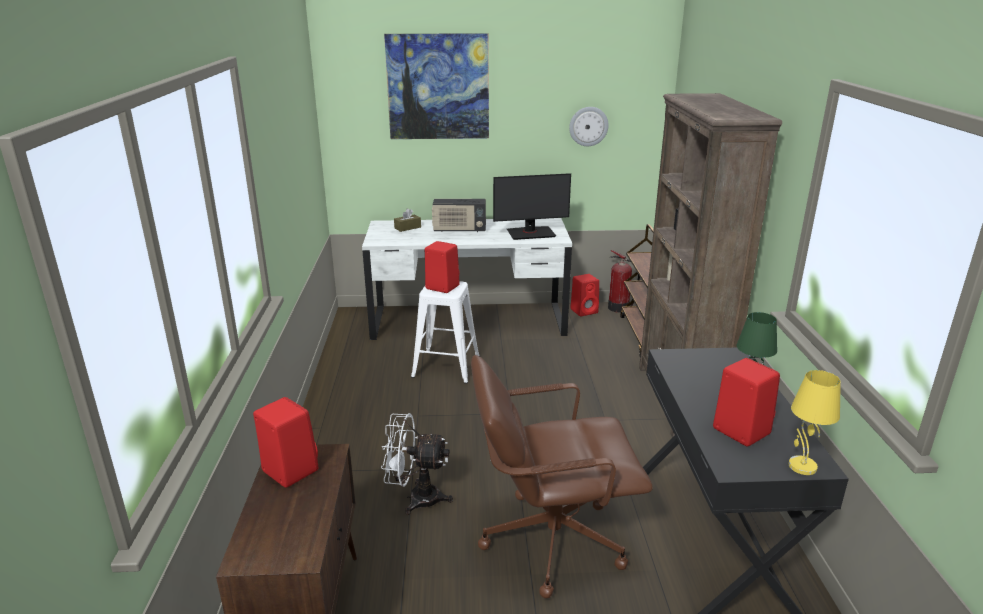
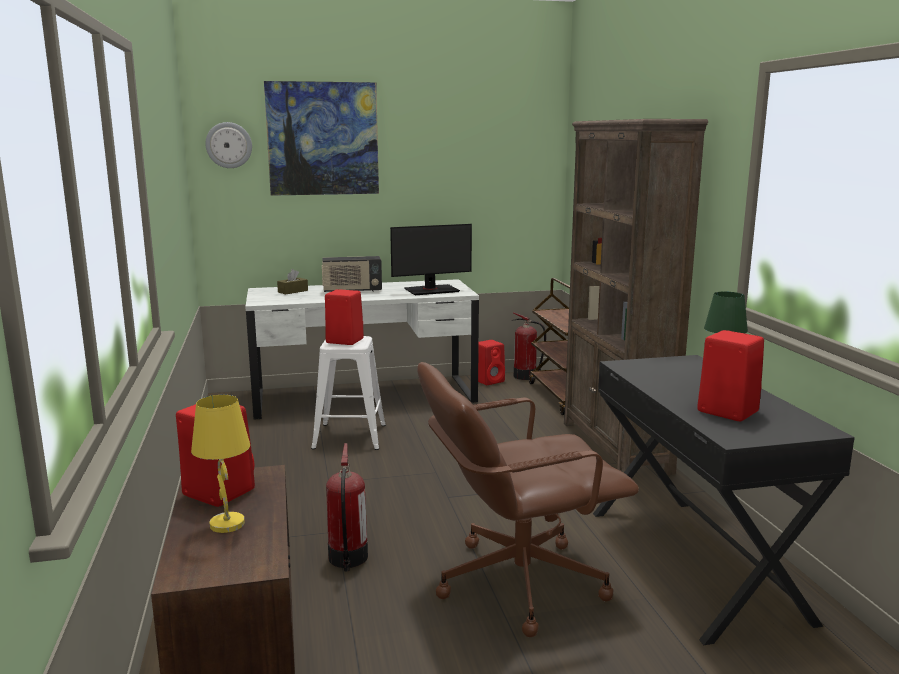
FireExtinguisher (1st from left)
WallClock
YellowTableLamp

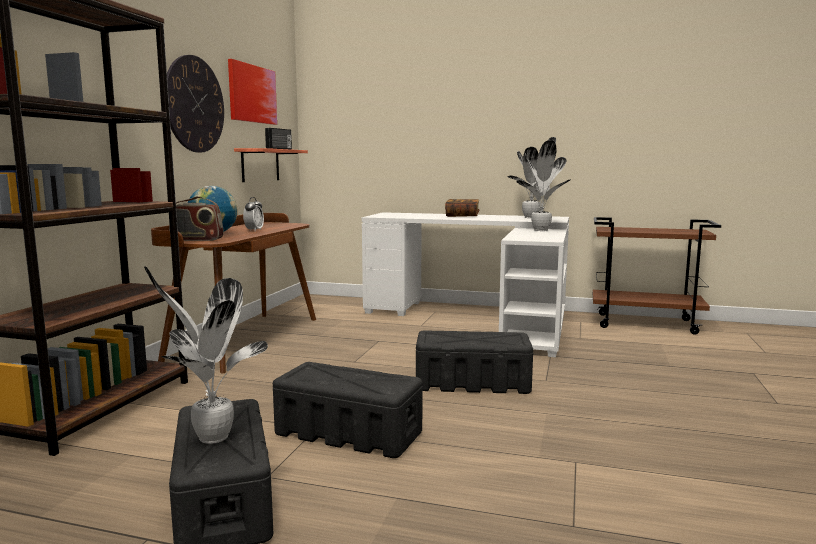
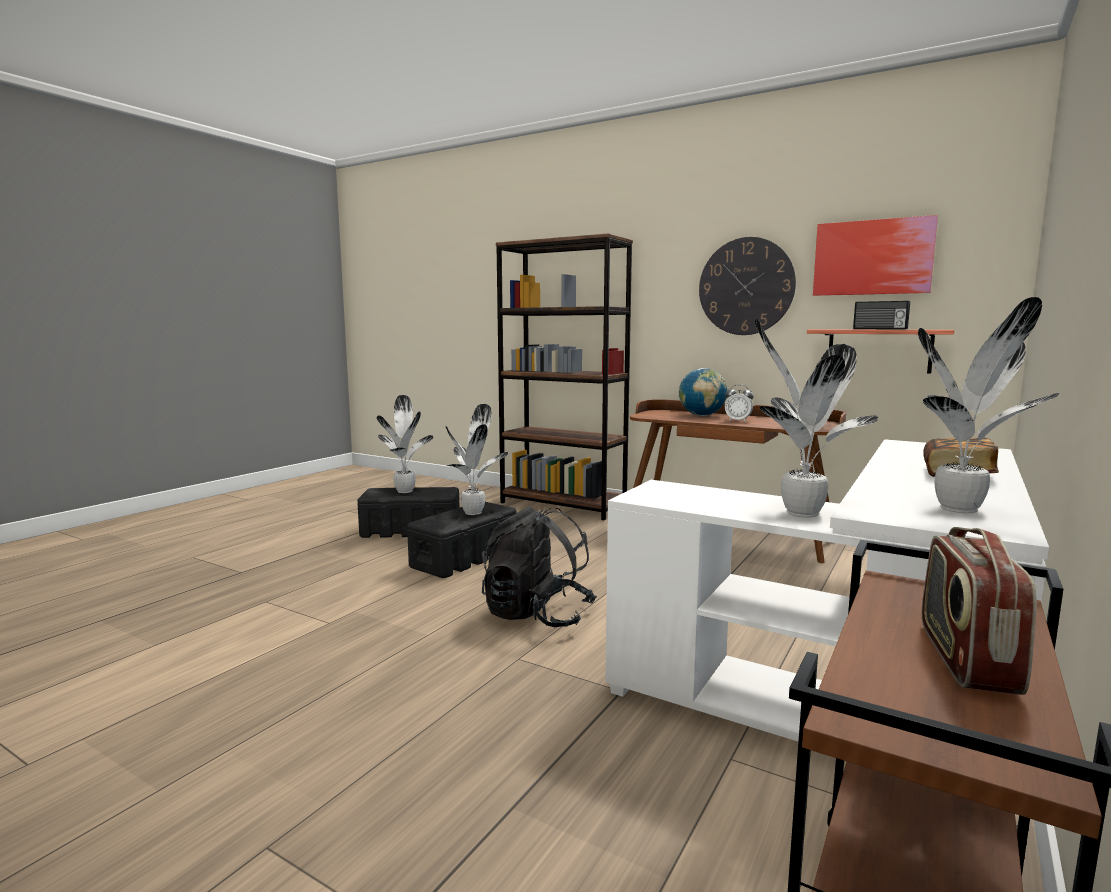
Radio (2nd from left)
BlackBackpack
PottedPlant (2nd from left)

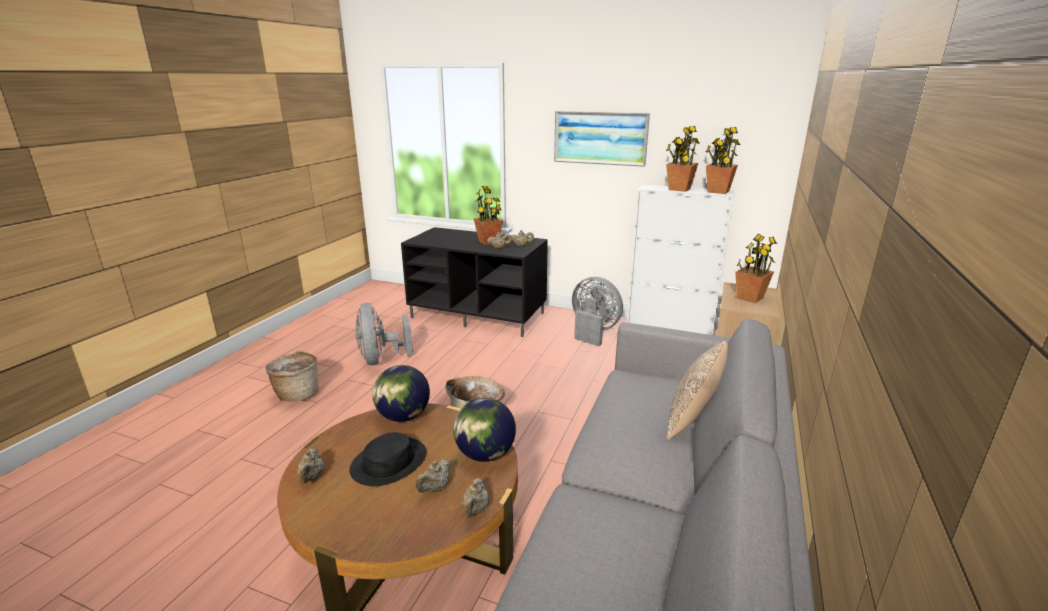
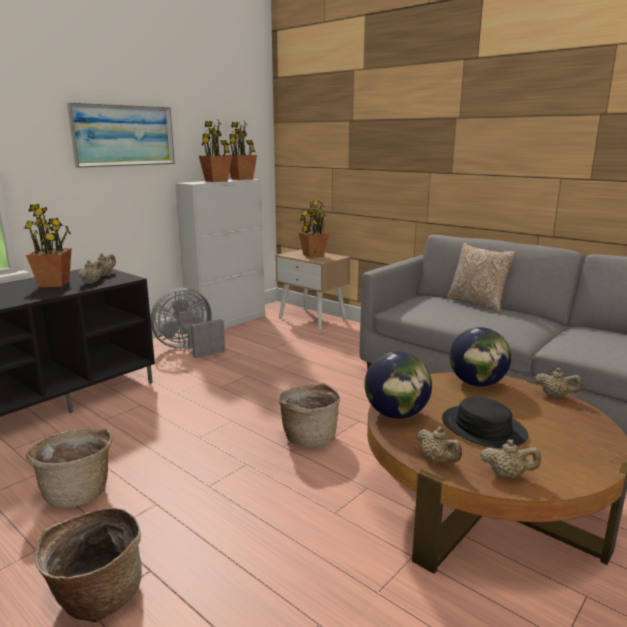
Basket (1st from left)
BeigeTeapot (3rd from left)

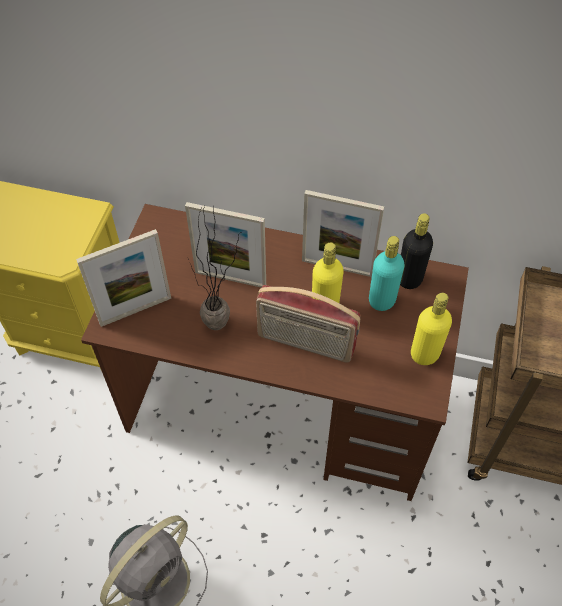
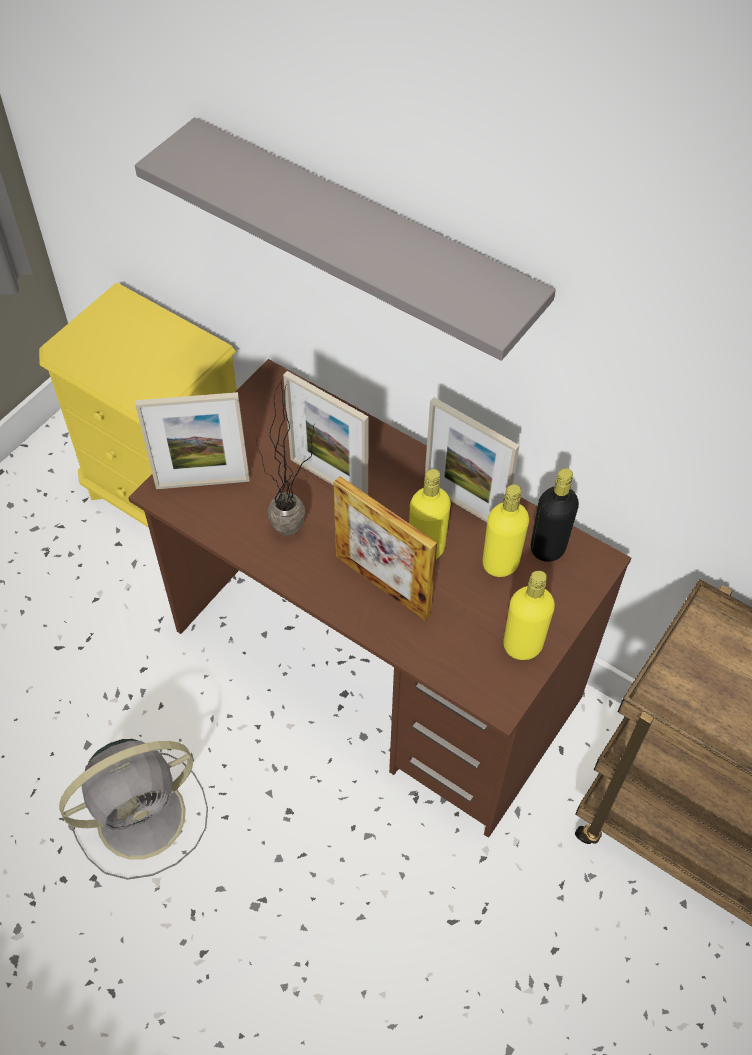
PictureFrame (3rd from left)
YellowBottle (2nd from left)
GreyShelf

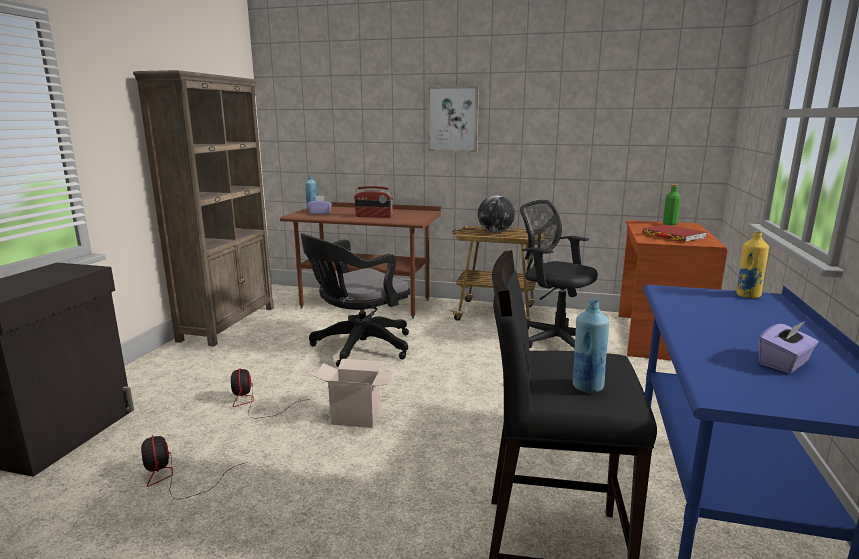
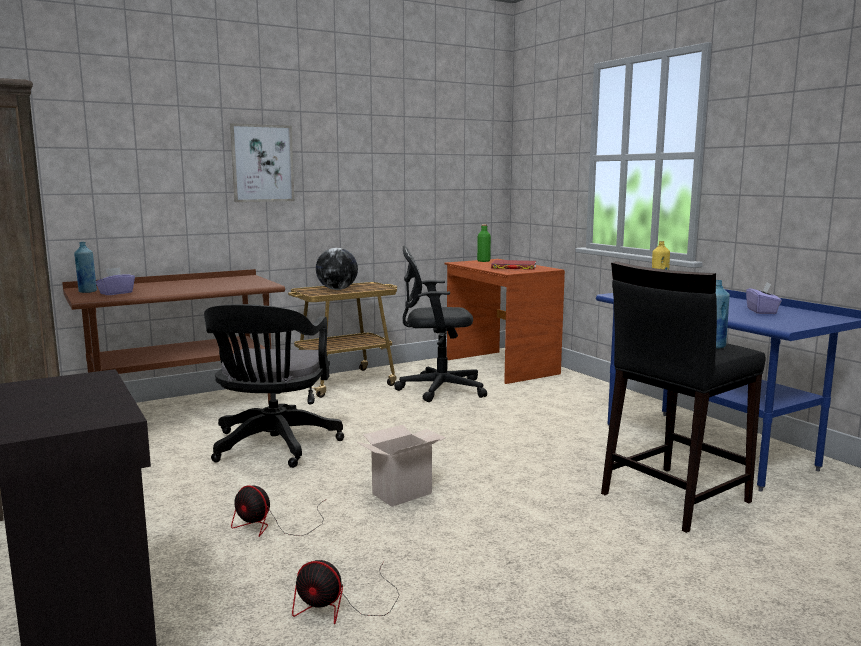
Radio

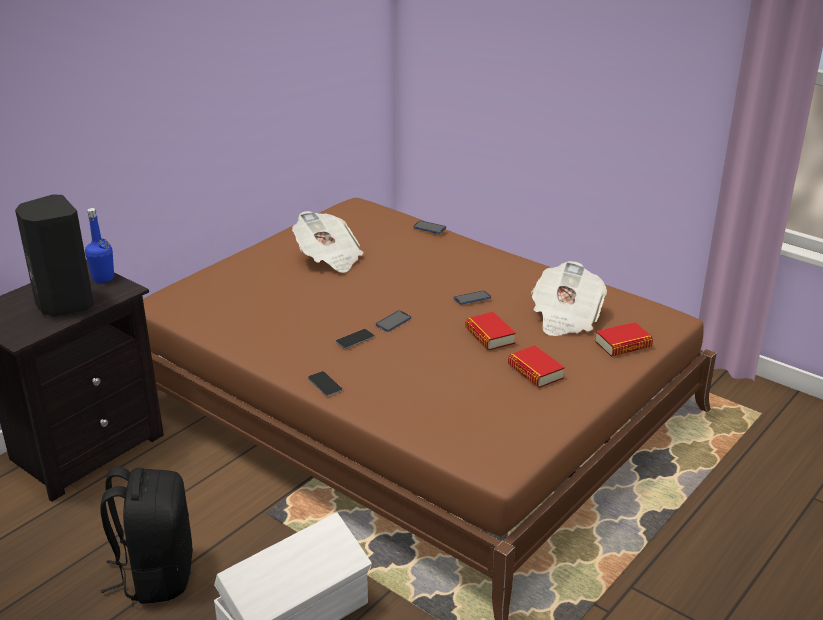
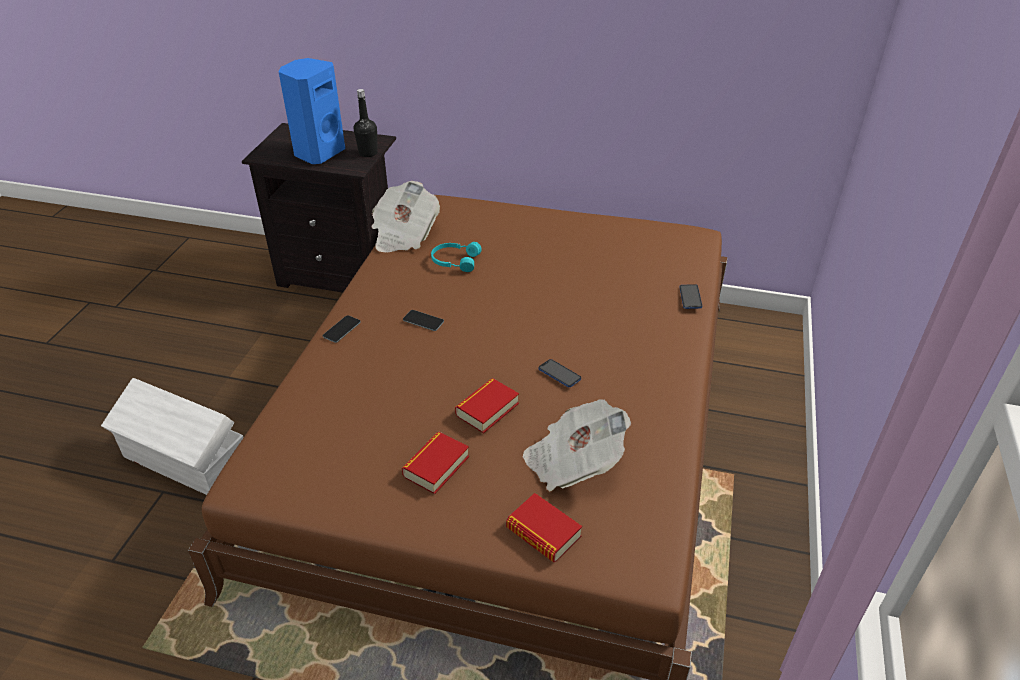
BlueSpeaker
BlackBottle
BlackBackpack
Newspaper (1st from left)
Phone (3rd from left in the first image)
TurquoiseHeadphones

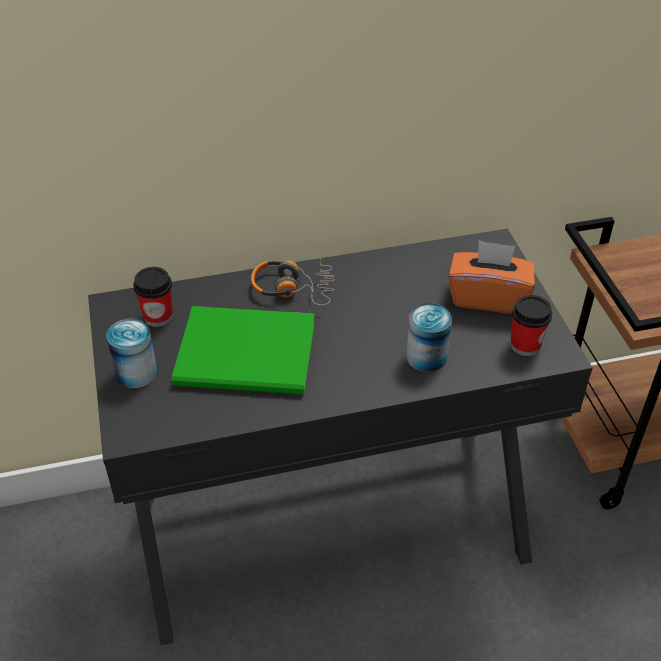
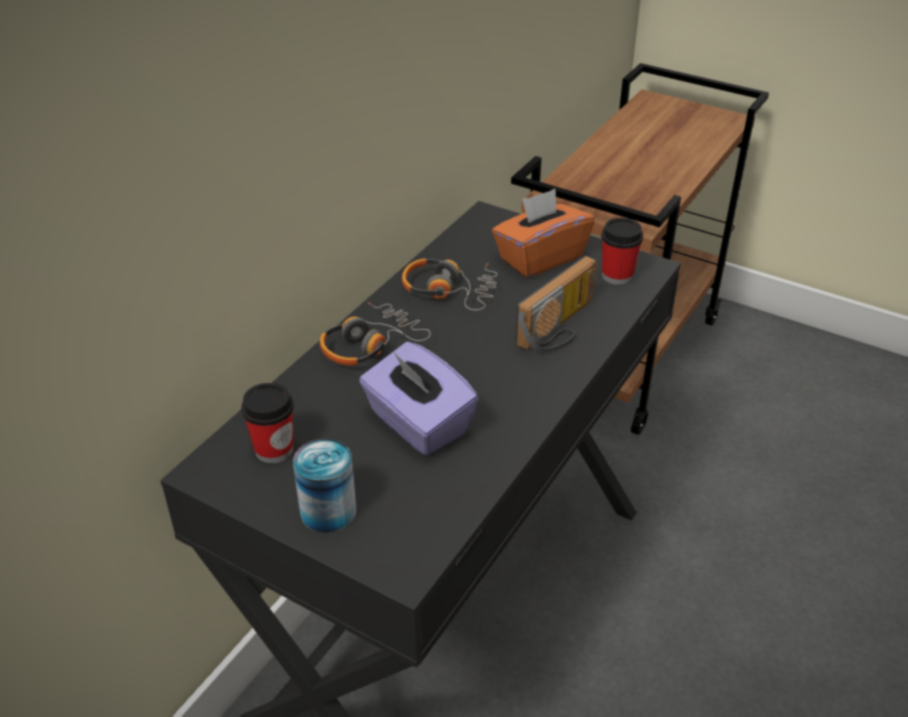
PurpleTissueBox
Radio
Headphones (2nd from left)

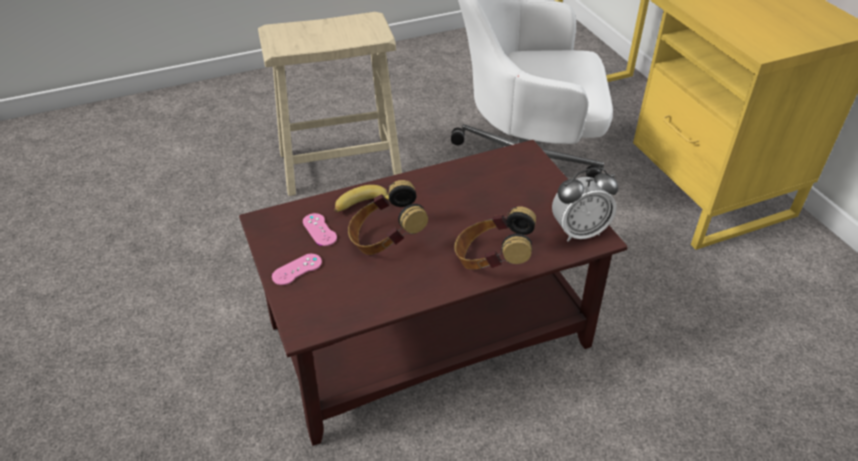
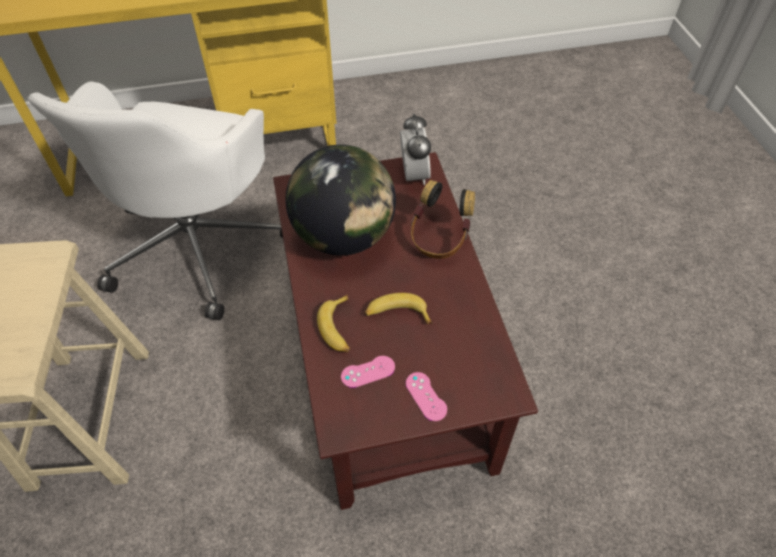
Banana (2nd from left)
Globe

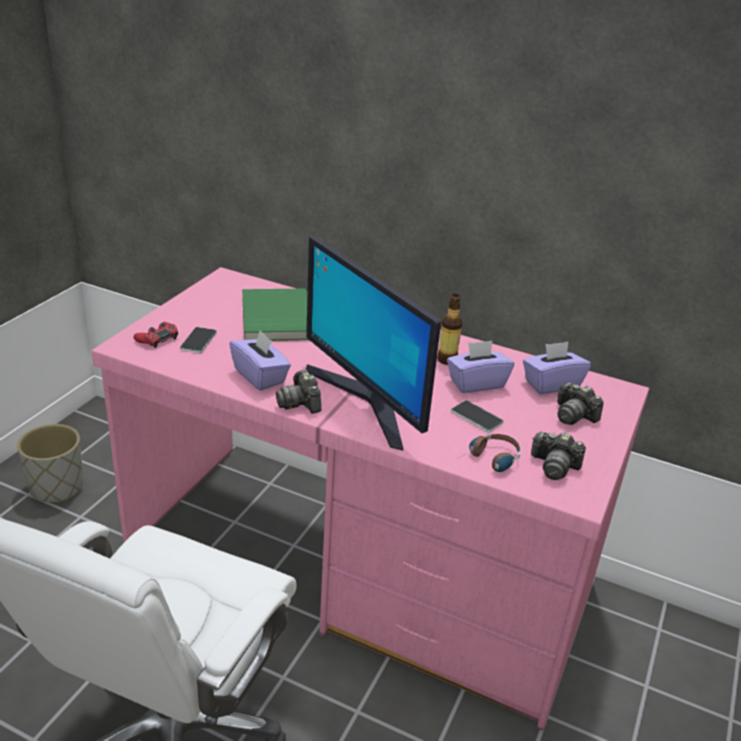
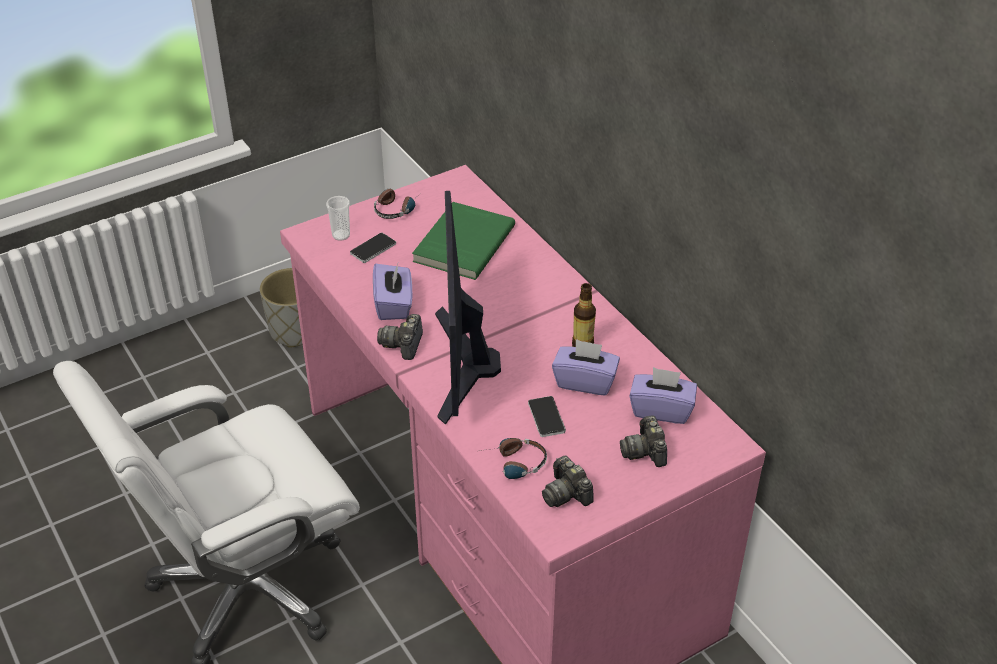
Cup
Headphones (1st from left)

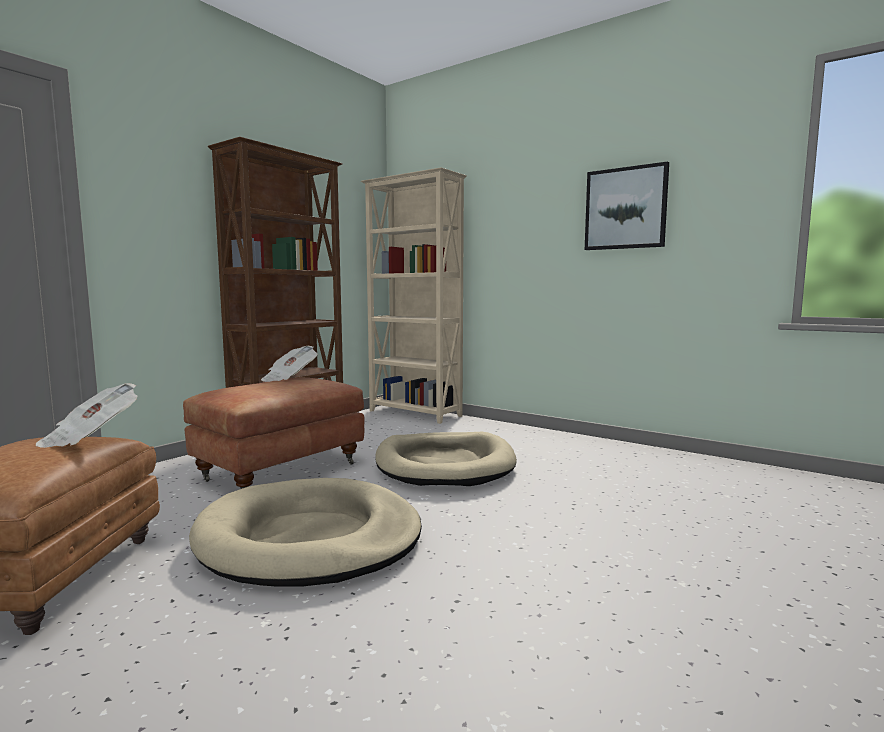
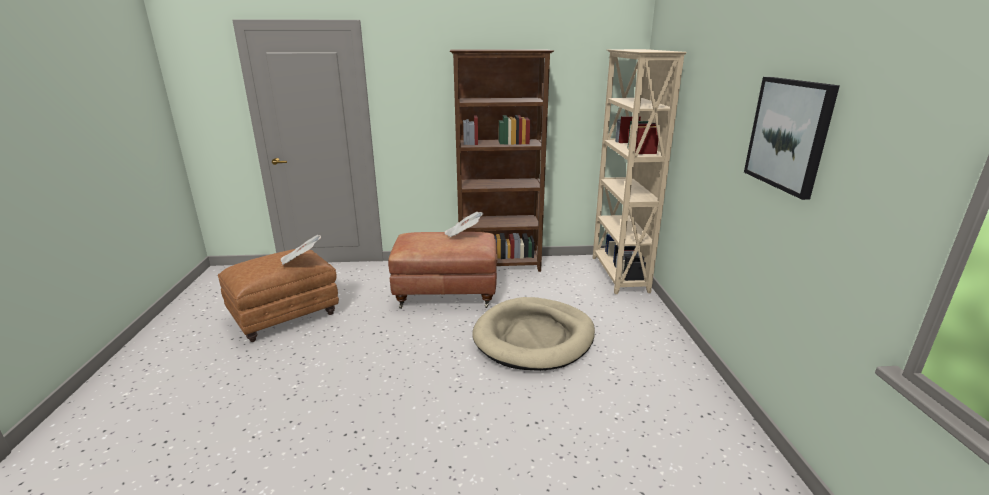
BeigeDogBed (1st from left in the first image)

